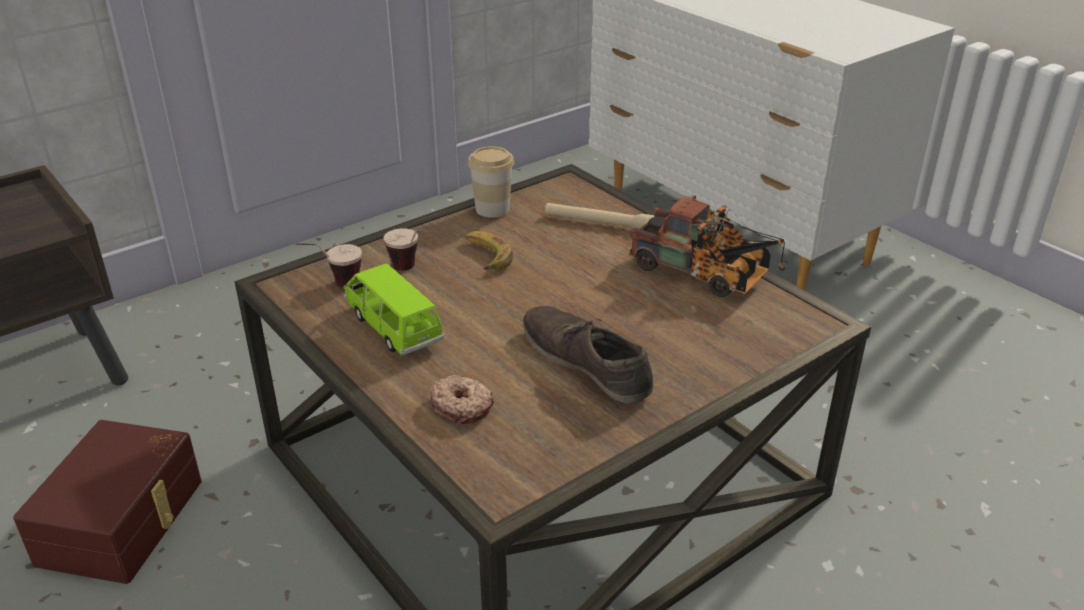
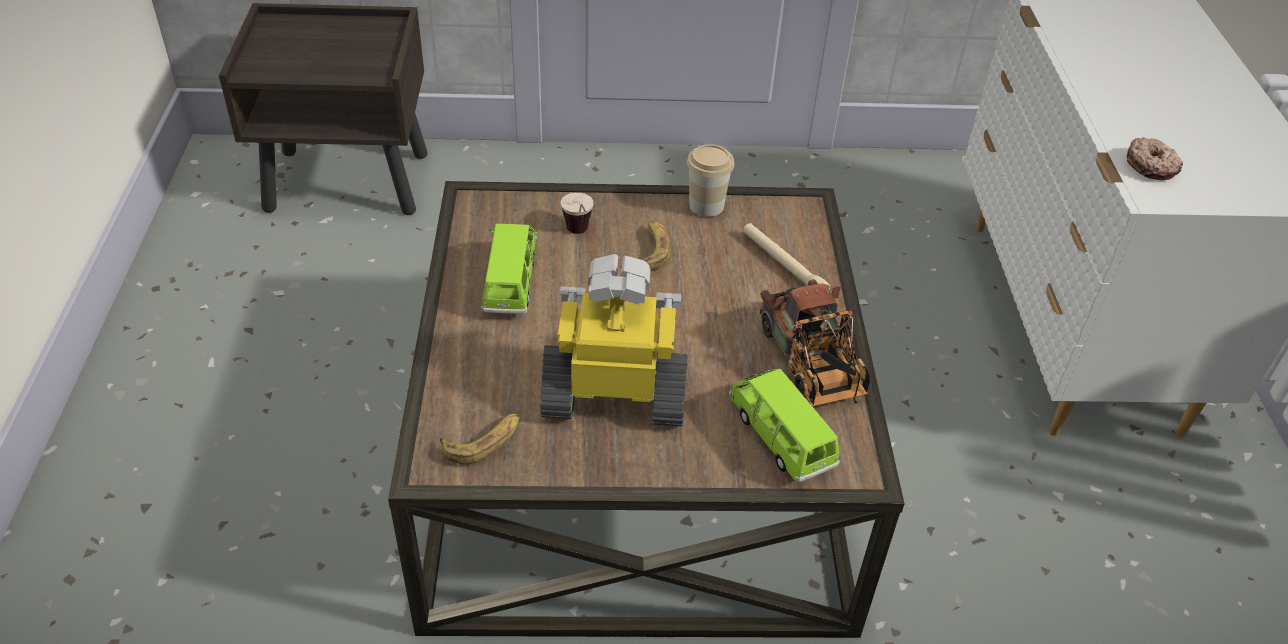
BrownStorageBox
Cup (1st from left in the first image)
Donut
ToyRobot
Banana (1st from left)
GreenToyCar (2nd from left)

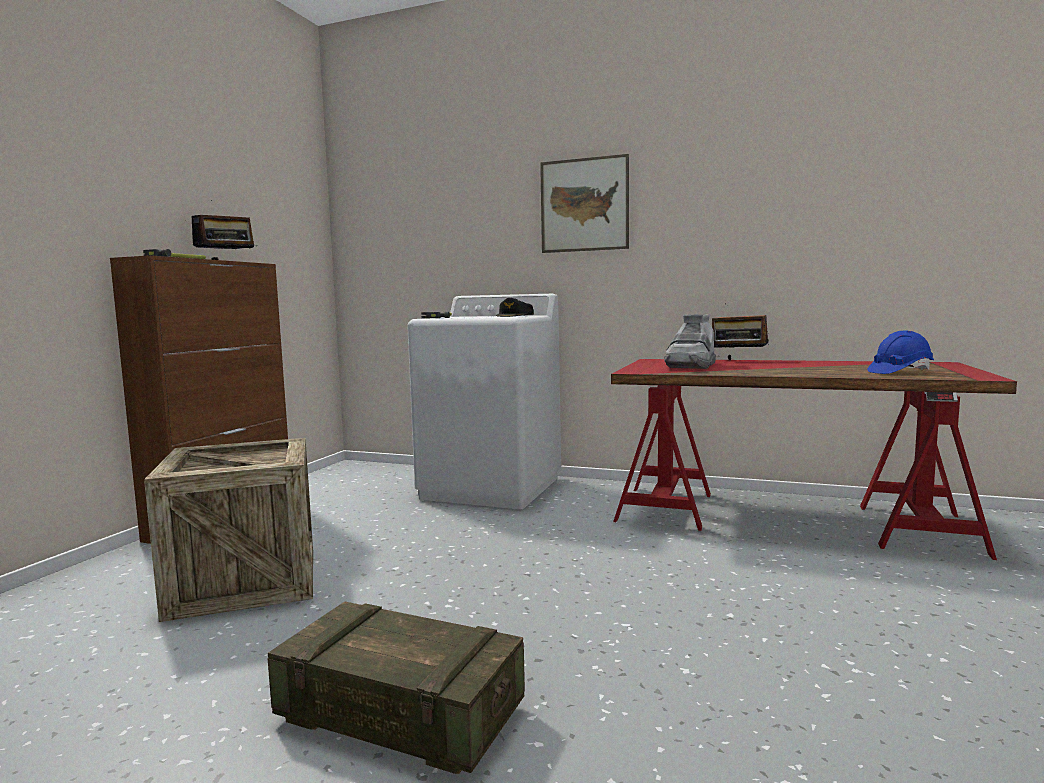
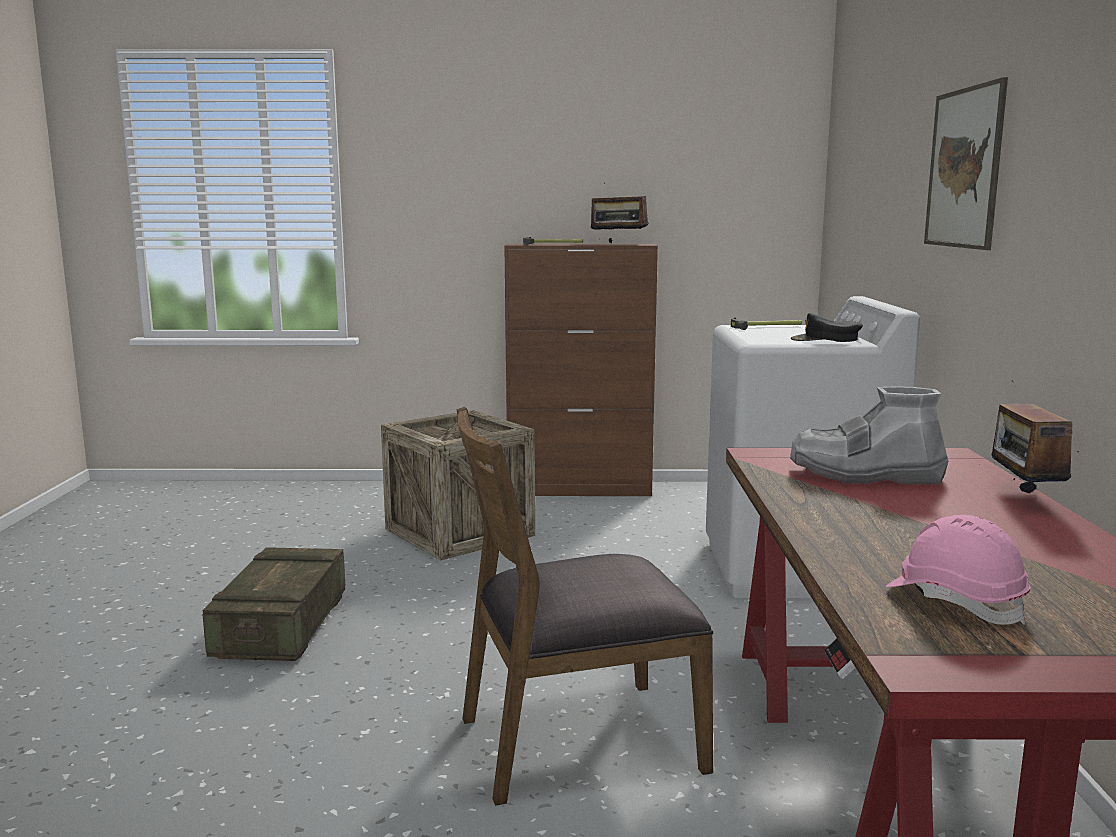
PinkHardHat
BrownChair

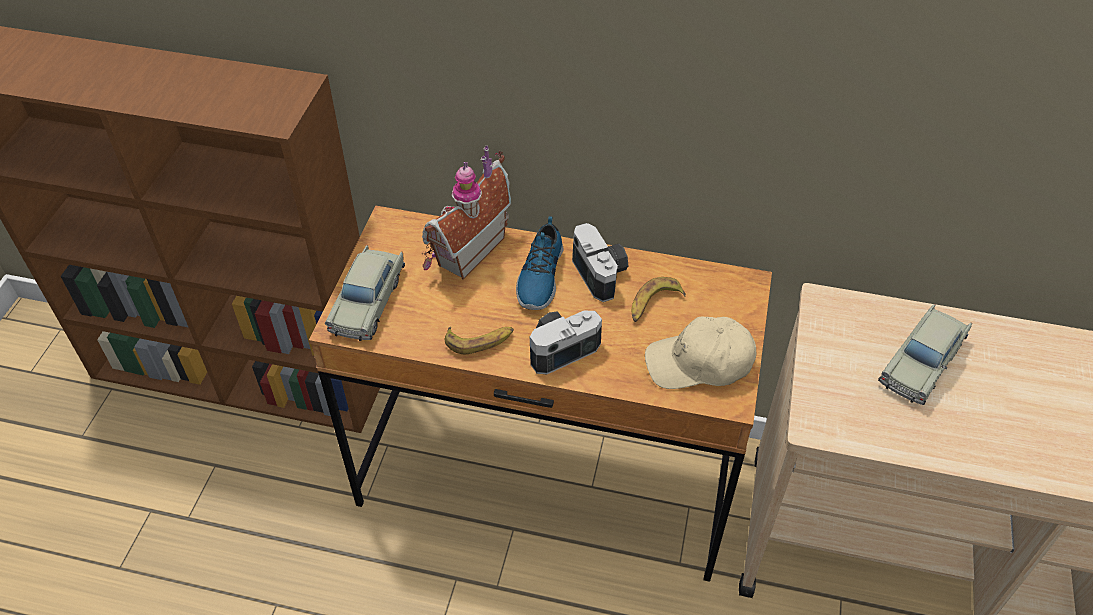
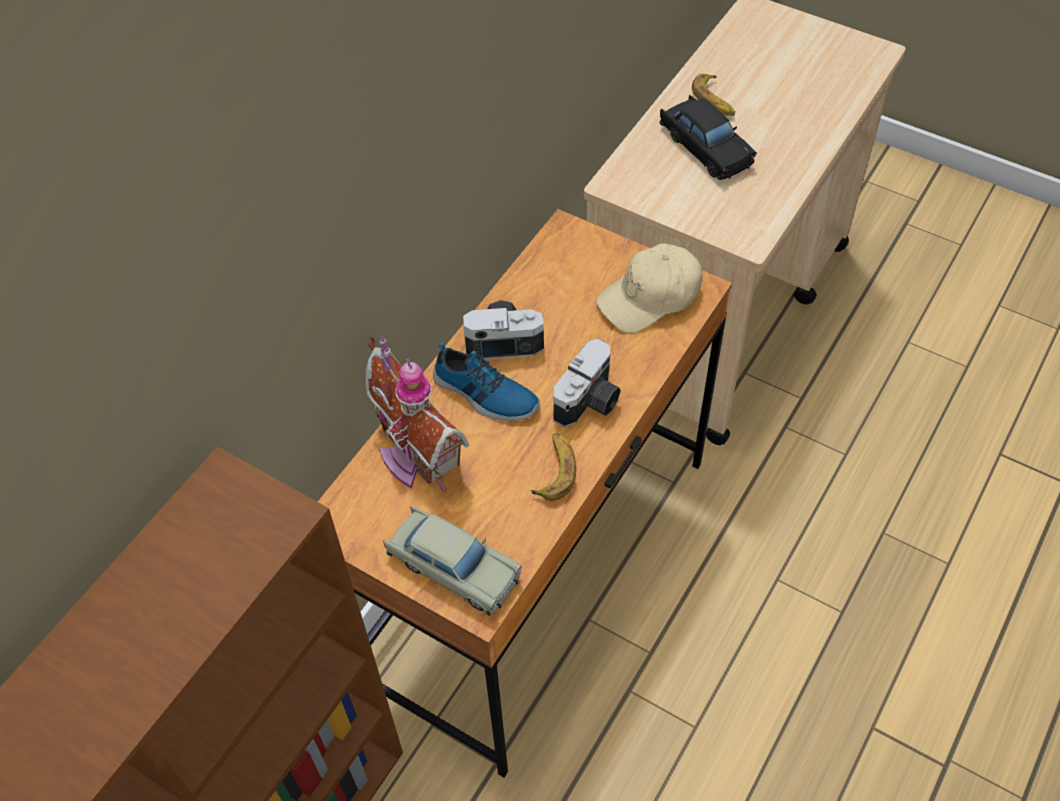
PhotoCamera (2nd from left)
Banana (2nd from left)
BeigeCap
BlackToyCar

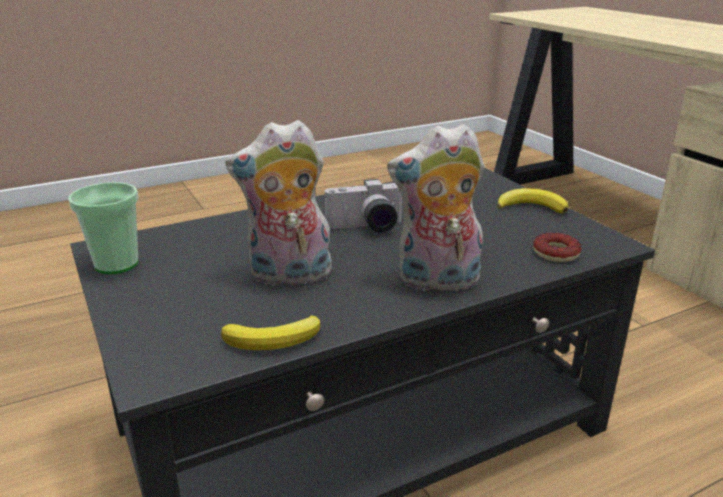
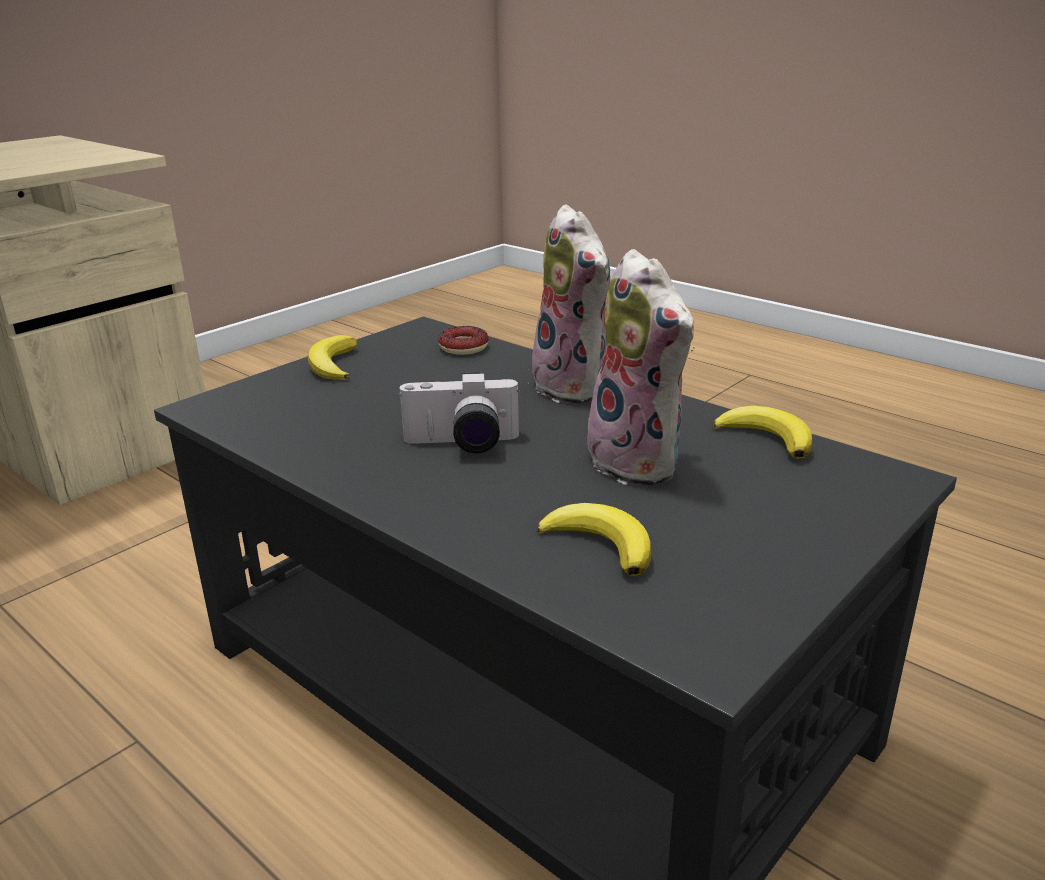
Cup
PhotoCamera
Banana (2nd from left)

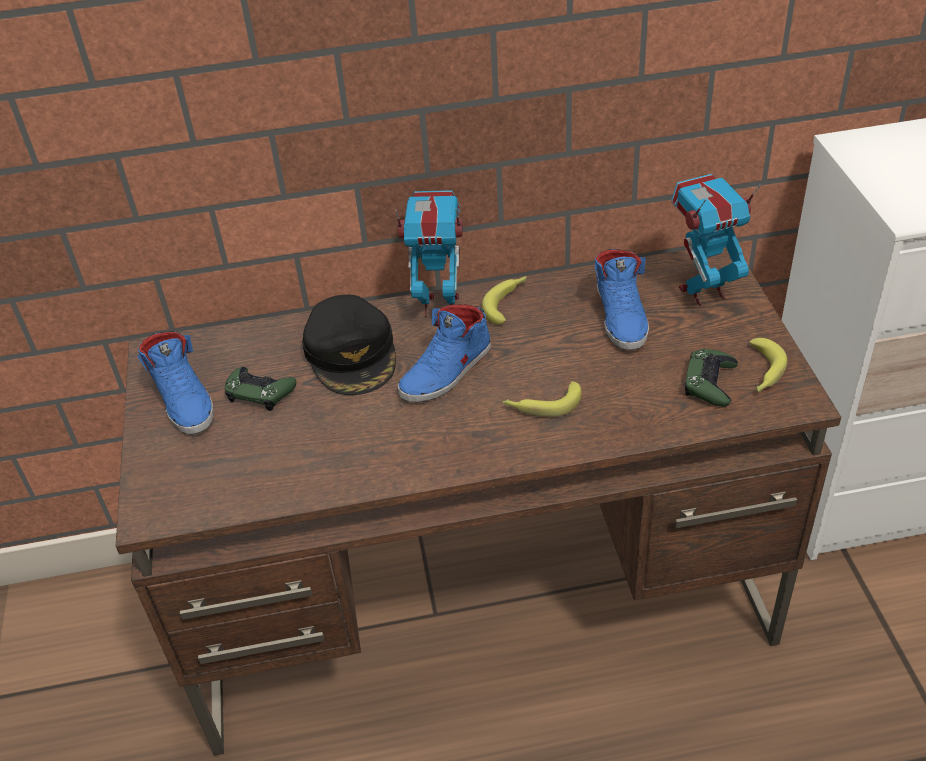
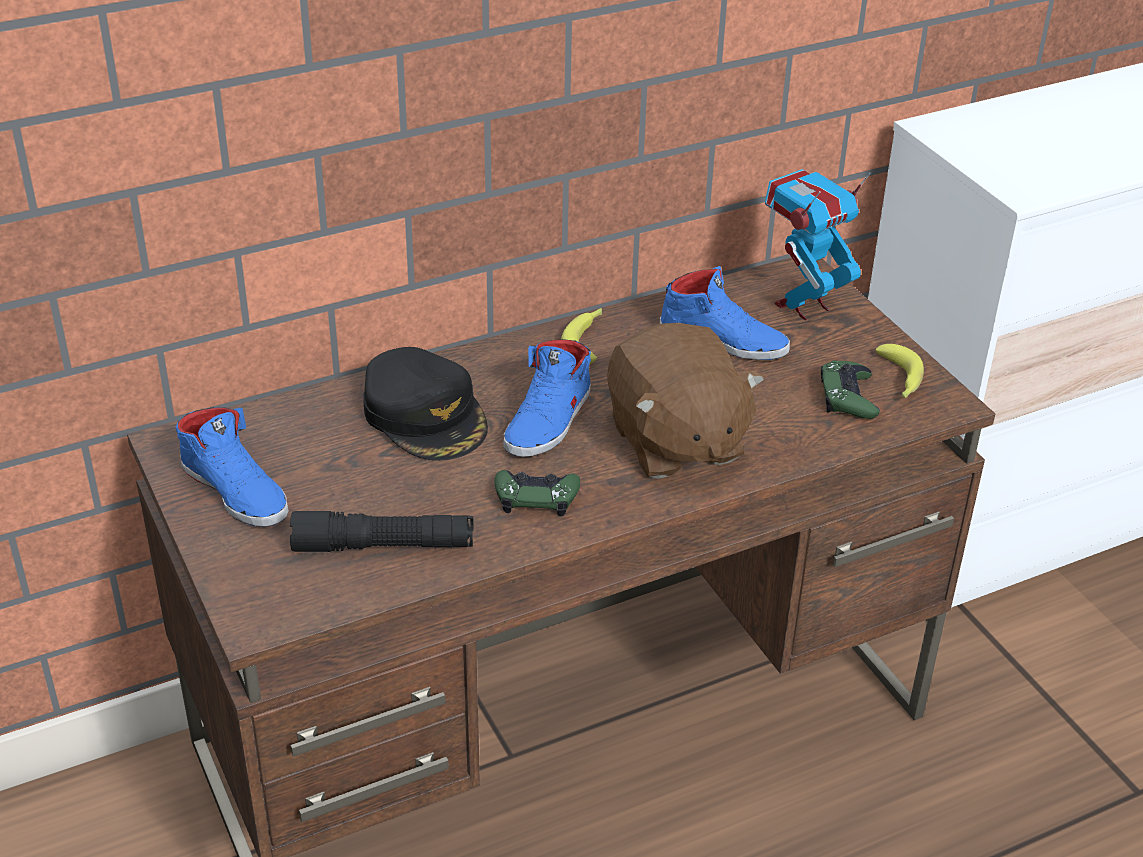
GreenGameController (1st from left)
ToyRobot (1st from left in the first image)
BrownPlushToy
BlueShoe (3rd from left)
BlackFlashlight

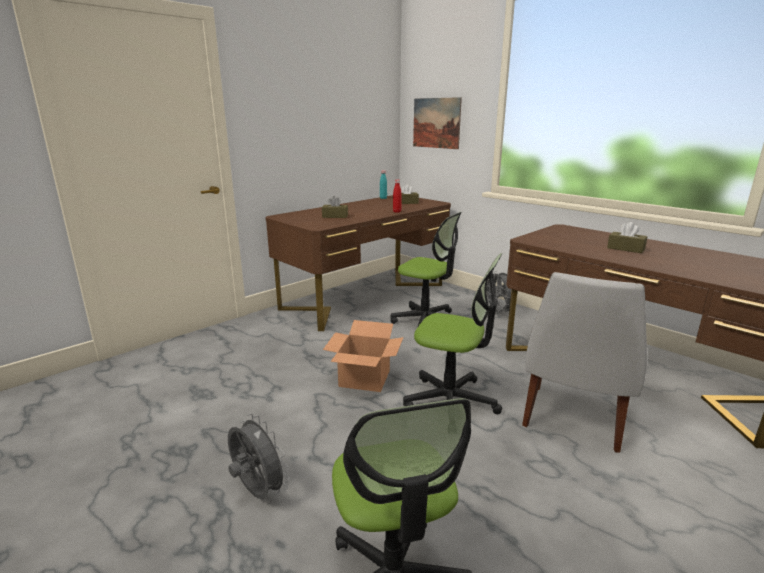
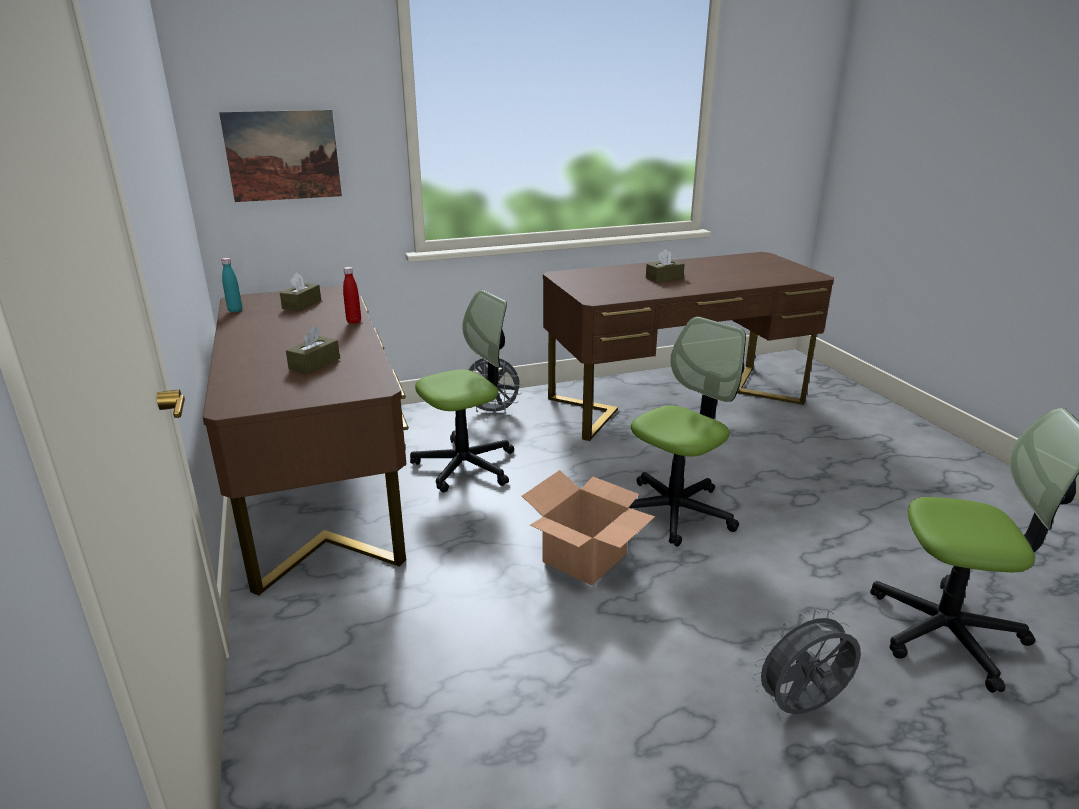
WhiteChair

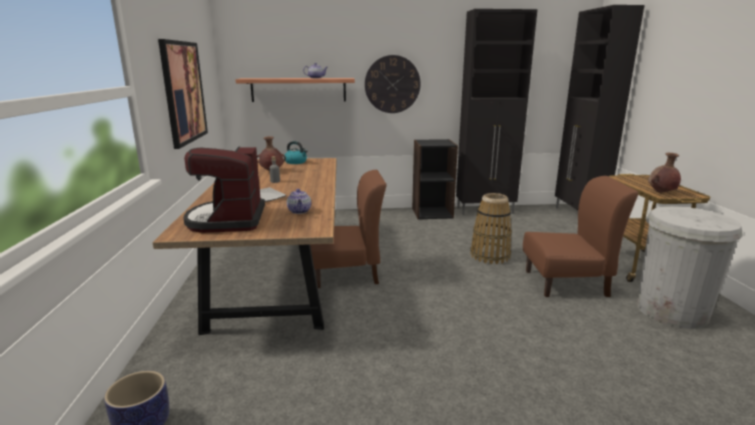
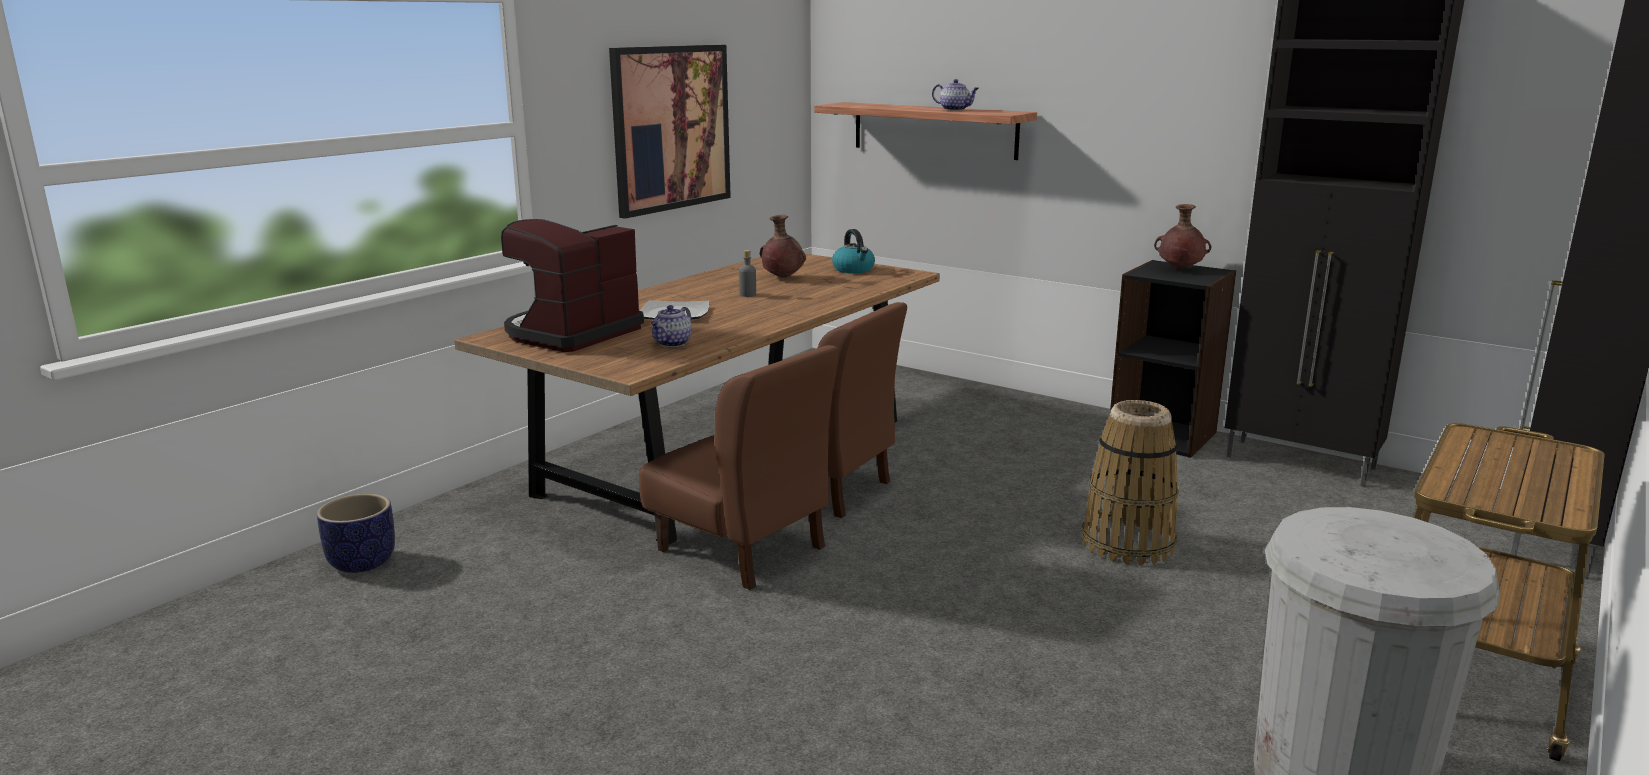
WallClock
BrownChair (1st from left)
BrownVase (2nd from left)

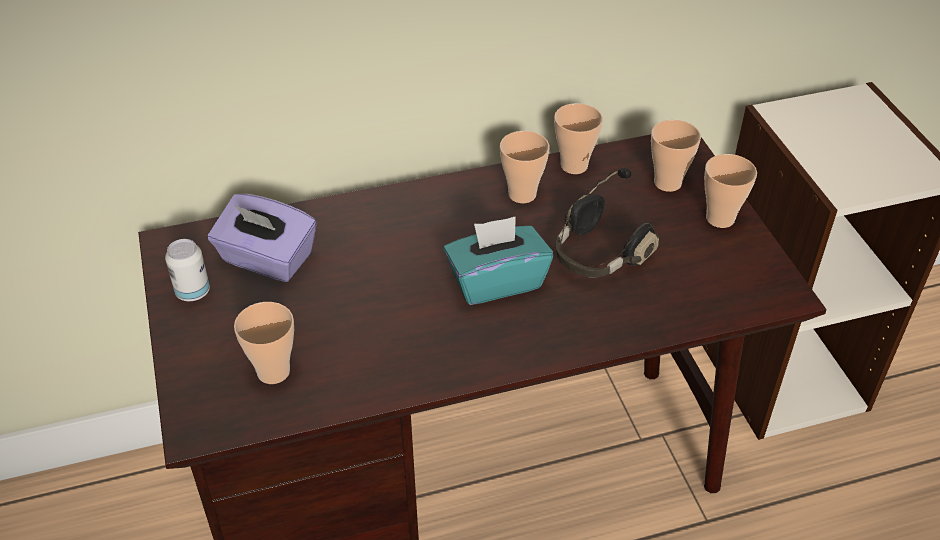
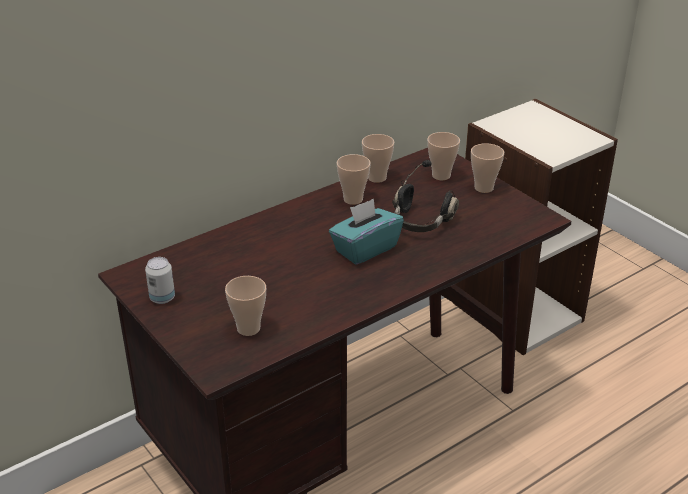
PurpleTissueBox

